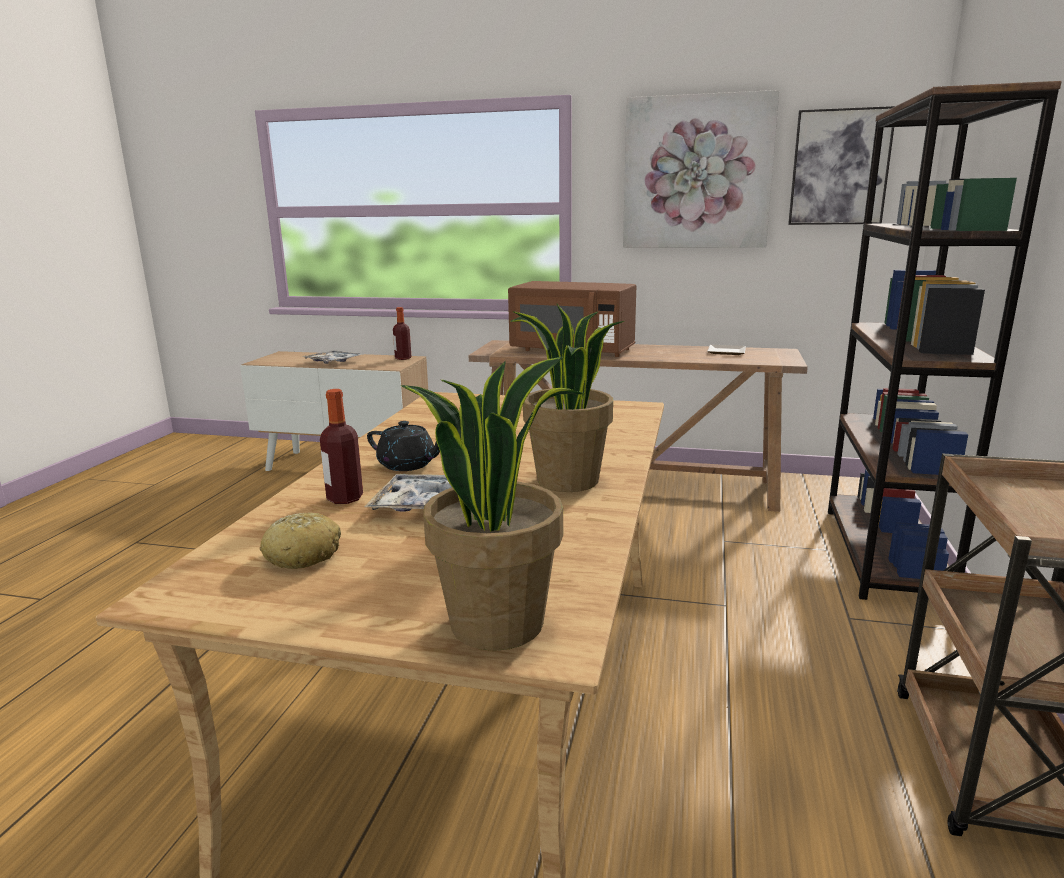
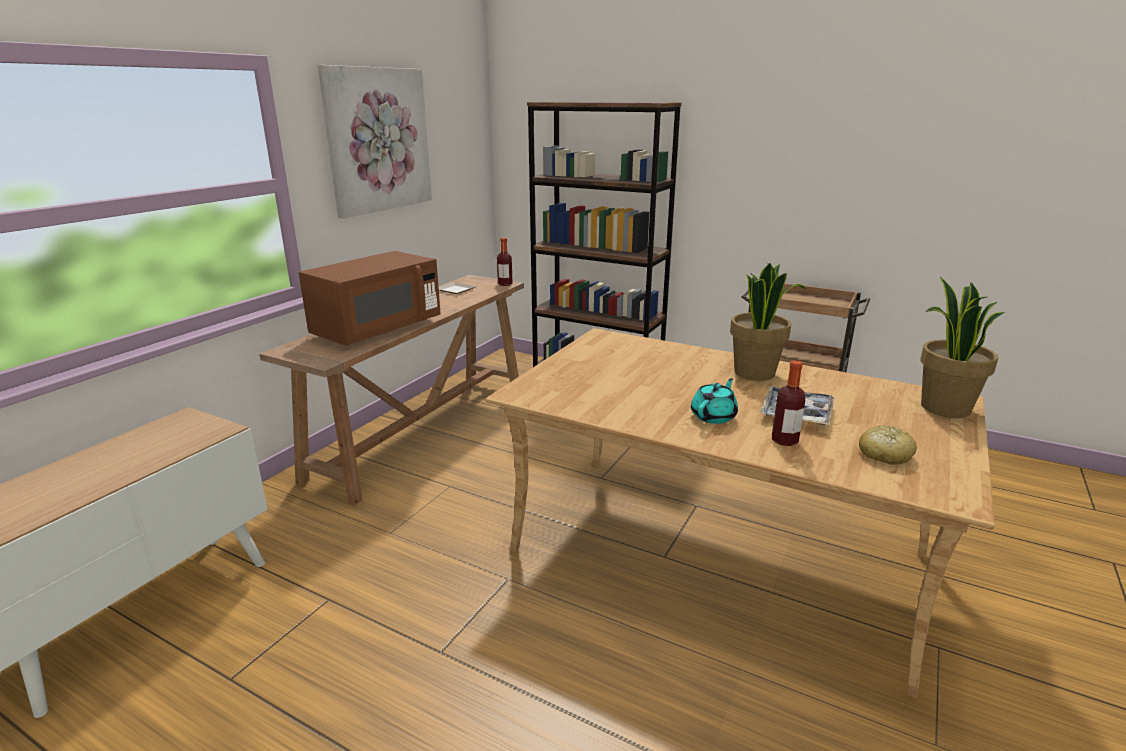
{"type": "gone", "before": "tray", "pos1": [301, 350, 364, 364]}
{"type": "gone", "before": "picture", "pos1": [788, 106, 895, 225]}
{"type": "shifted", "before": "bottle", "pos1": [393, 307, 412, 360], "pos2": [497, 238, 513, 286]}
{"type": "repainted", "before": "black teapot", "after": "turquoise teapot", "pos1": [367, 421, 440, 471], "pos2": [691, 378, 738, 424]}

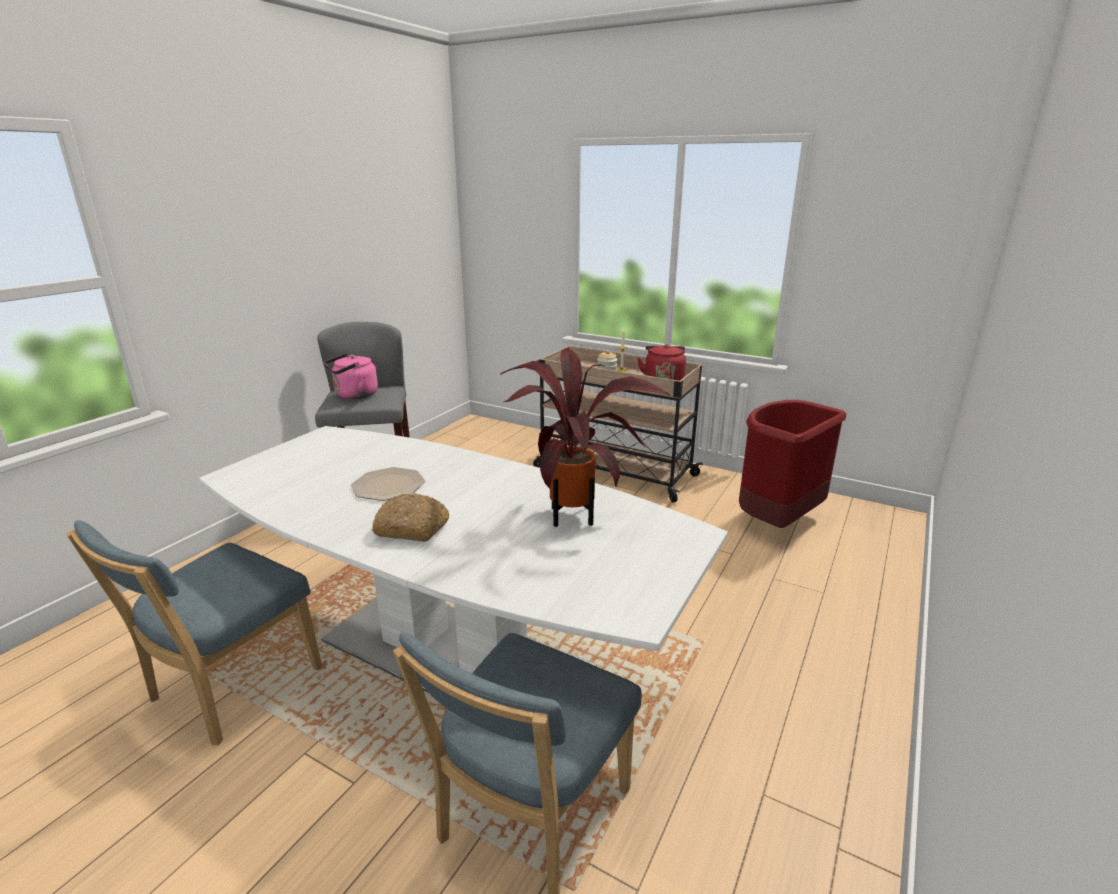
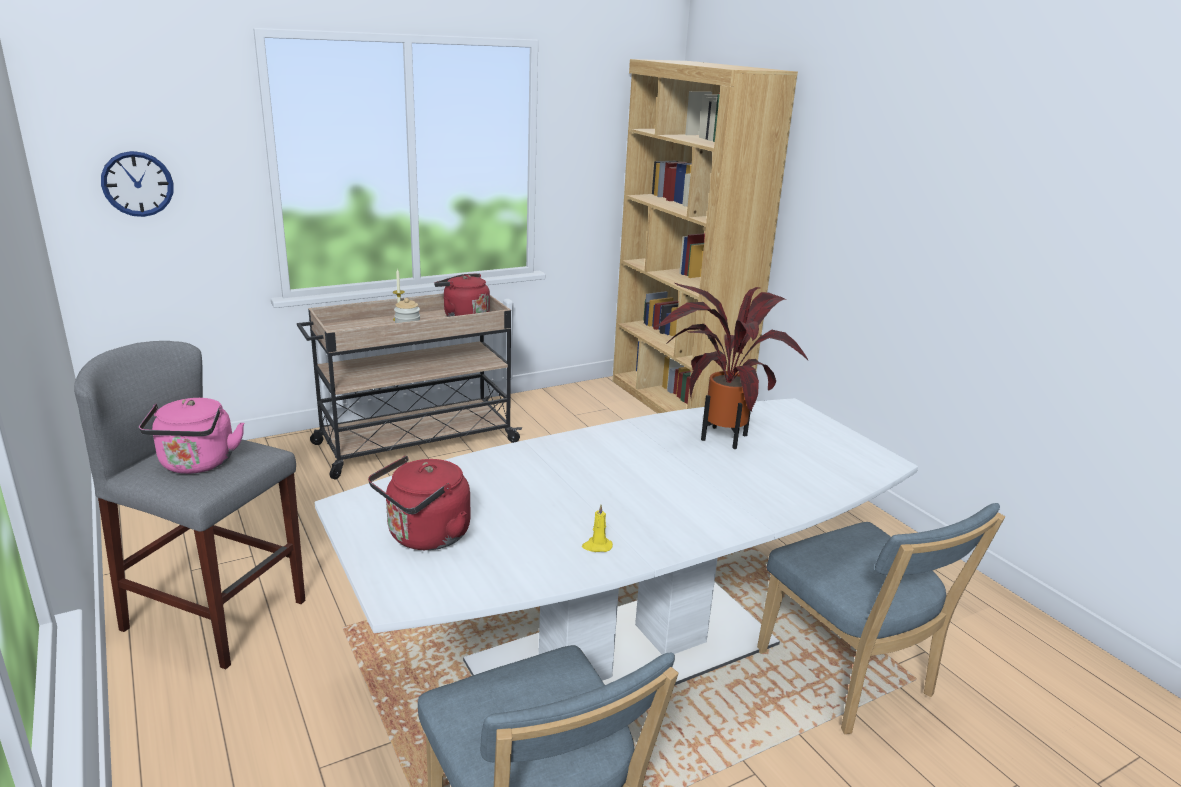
{"type": "gone", "before": "plate", "pos1": [351, 467, 425, 501]}
{"type": "gone", "before": "bread", "pos1": [372, 493, 449, 542]}
{"type": "gone", "before": "red trash can", "pos1": [739, 400, 846, 528]}
{"type": "new", "after": "wall clock", "pos2": [101, 151, 174, 217]}
{"type": "new", "after": "red kettle", "pos2": [368, 456, 471, 550]}
{"type": "new", "after": "yellow candle", "pos2": [582, 504, 613, 552]}
{"type": "new", "after": "brown bookcase", "pos2": [613, 59, 798, 413]}

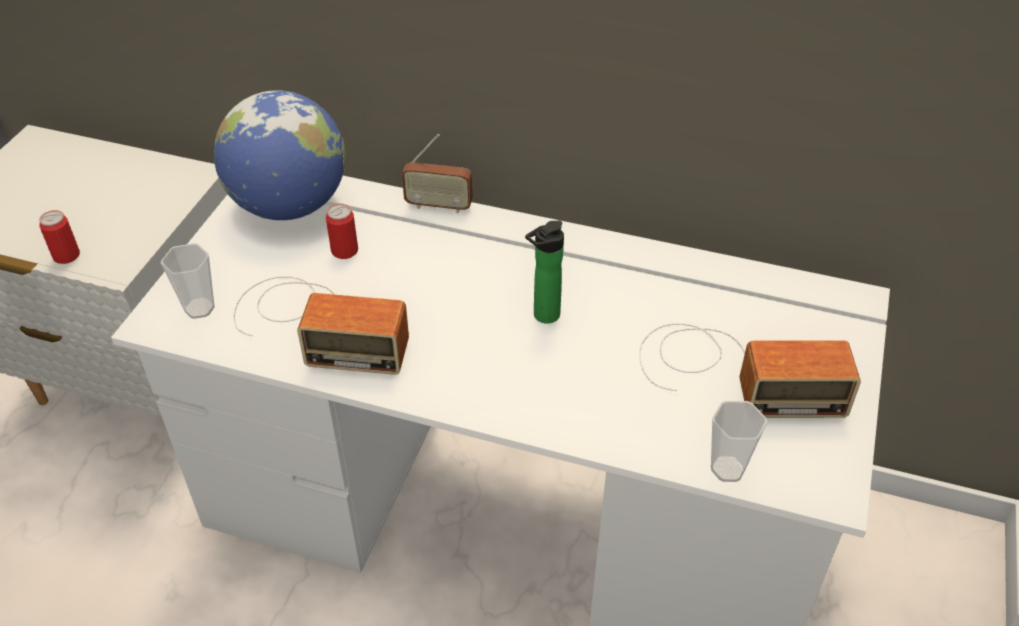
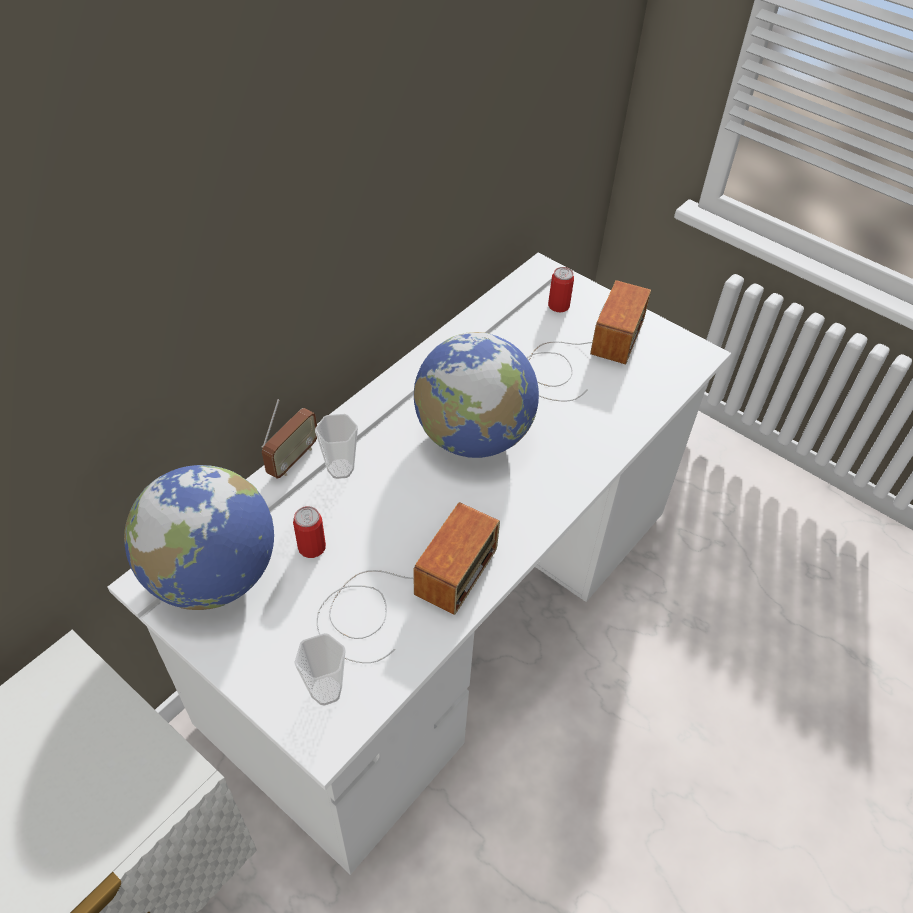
{"type": "shifted", "before": "can", "pos1": [39, 210, 80, 264], "pos2": [548, 267, 574, 313]}
{"type": "shifted", "before": "cup", "pos1": [711, 401, 767, 482], "pos2": [315, 414, 358, 479]}
{"type": "swapped", "before": "bottle", "after": "globe", "pos1": [525, 221, 564, 324], "pos2": [414, 332, 539, 458]}

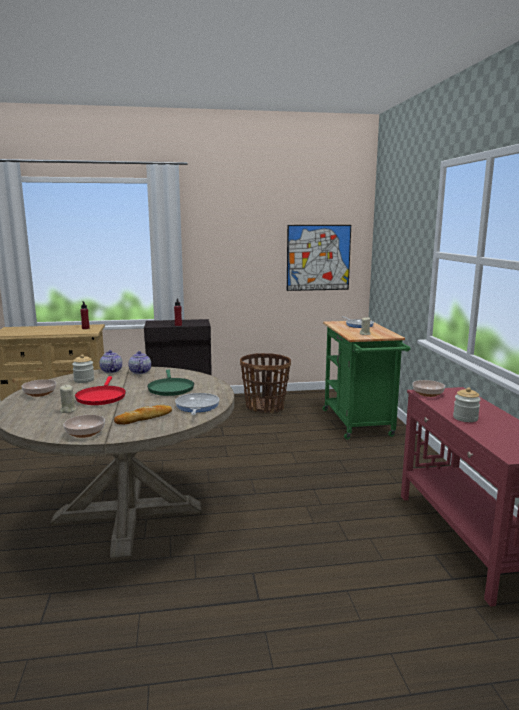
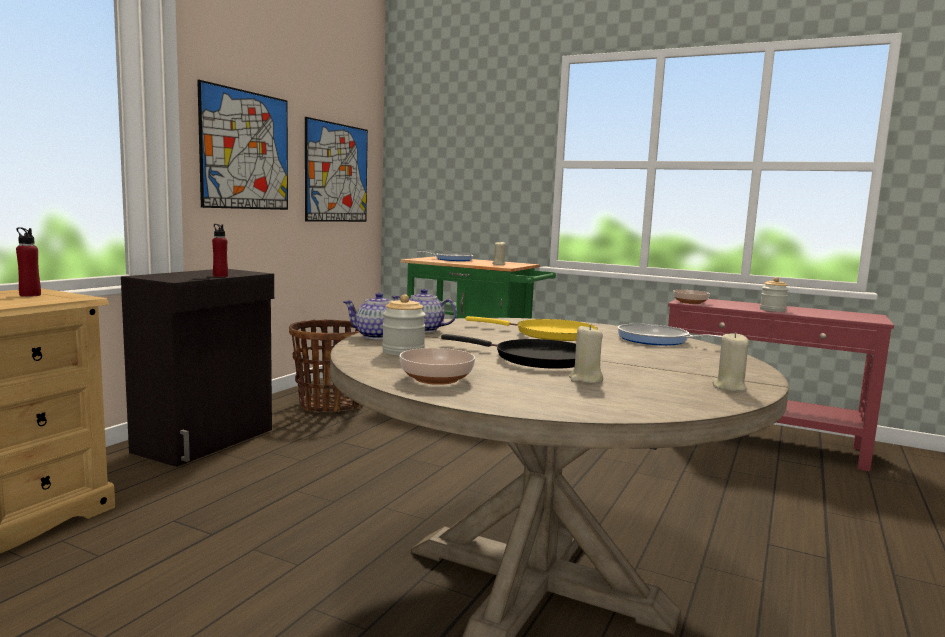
{"type": "gone", "before": "bread", "pos1": [114, 405, 172, 425]}
{"type": "new", "after": "picture", "pos2": [197, 80, 288, 210]}
{"type": "swapped", "before": "bowl", "after": "beige candle", "pos1": [63, 415, 105, 438], "pos2": [712, 332, 749, 391]}
{"type": "repainted", "before": "red frying pan", "after": "black frying pan", "pos1": [75, 376, 126, 405], "pos2": [441, 334, 576, 369]}
{"type": "repainted", "before": "green frying pan", "after": "yellow frying pan", "pos1": [147, 370, 194, 396], "pos2": [466, 316, 598, 341]}

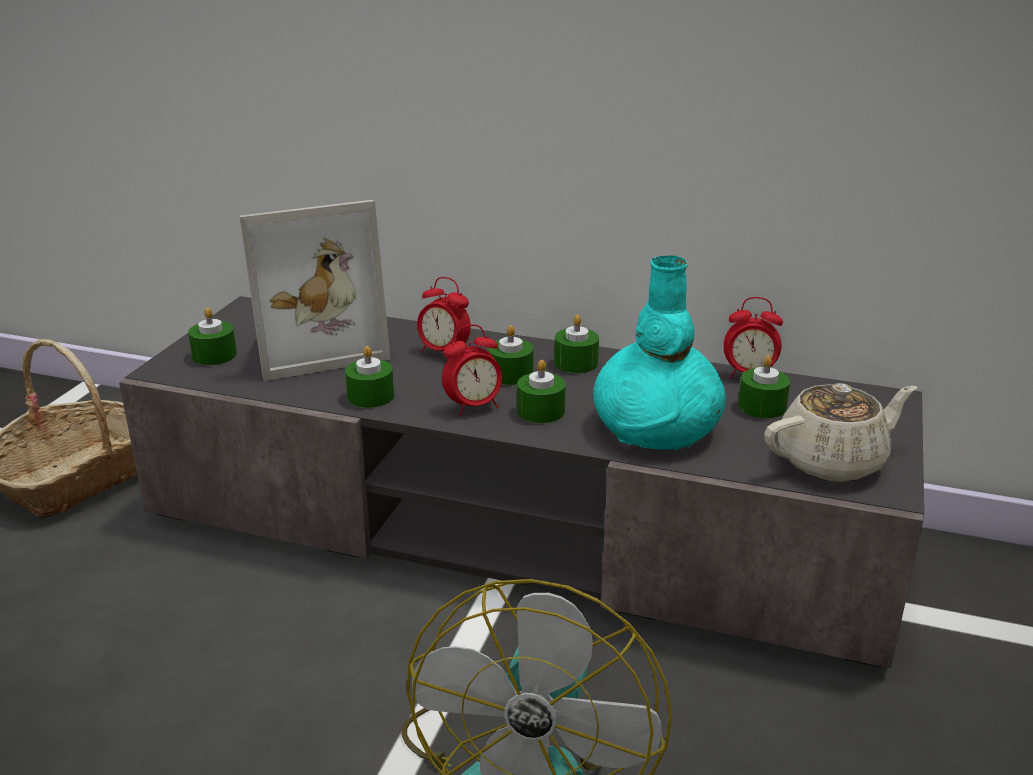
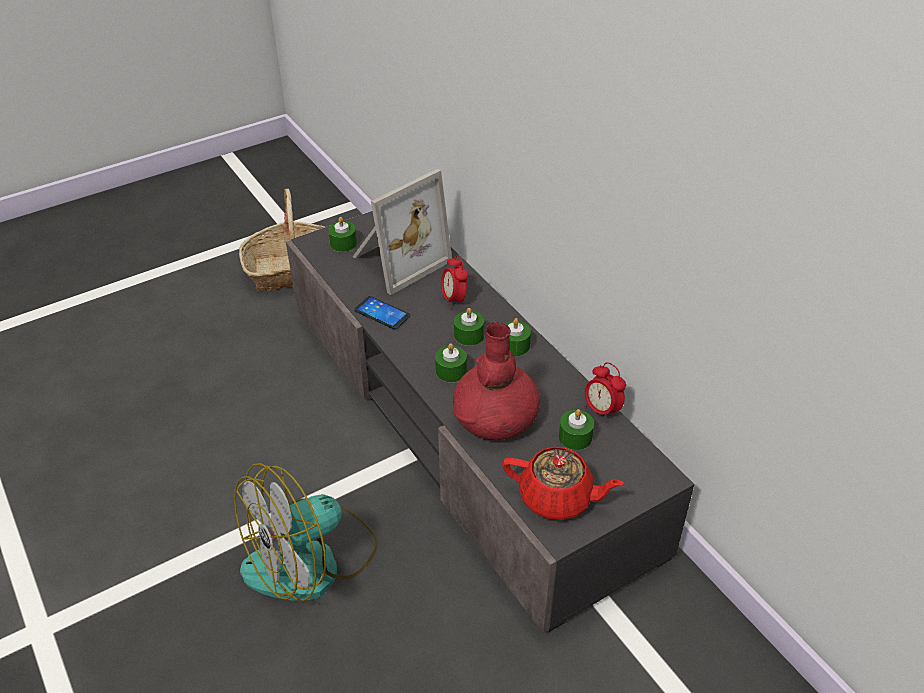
{"type": "gone", "before": "alarm clock", "pos1": [442, 324, 502, 416]}
{"type": "swapped", "before": "green candle", "after": "phone", "pos1": [345, 346, 394, 408], "pos2": [354, 296, 410, 330]}
{"type": "repainted", "before": "turquoise vase", "after": "red vase", "pos1": [593, 255, 726, 450], "pos2": [453, 322, 540, 441]}
{"type": "repainted", "before": "beige teapot", "after": "red teapot", "pos1": [764, 383, 917, 482], "pos2": [502, 447, 624, 520]}
{"type": "rotated", "before": "picture frame", "pos1": [239, 200, 391, 381], "pos2": [353, 169, 452, 295], "turn": -60}

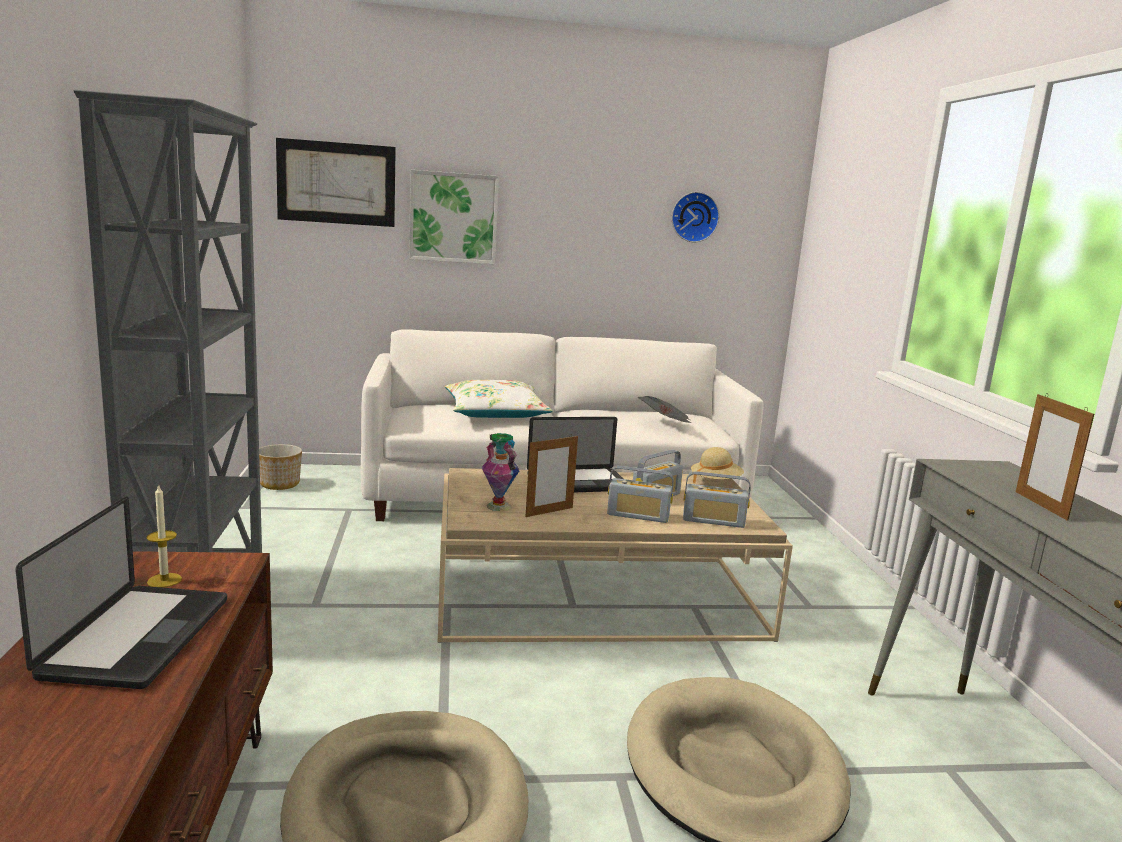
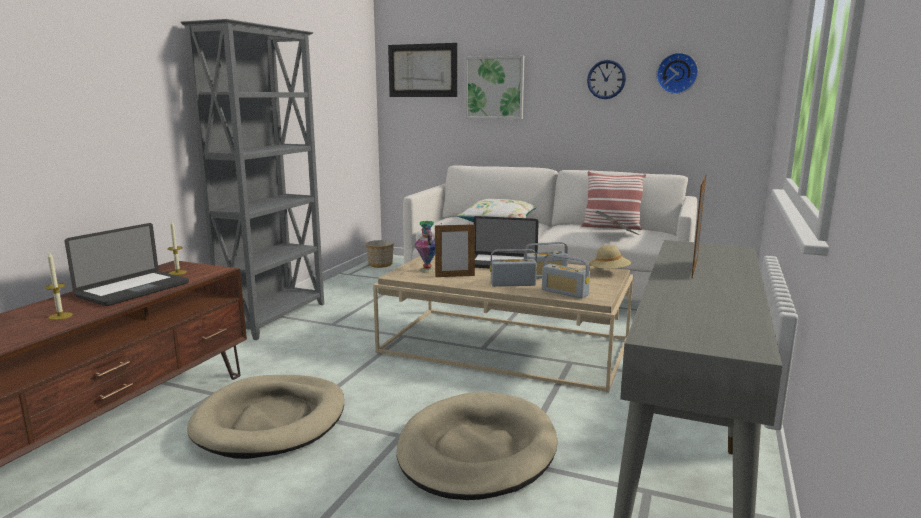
{"type": "new", "after": "candle", "pos2": [45, 252, 73, 320]}
{"type": "new", "after": "pillow", "pos2": [581, 171, 646, 230]}
{"type": "new", "after": "wall clock", "pos2": [587, 60, 626, 99]}
{"type": "rotated", "before": "radio", "pos1": [607, 466, 674, 523], "pos2": [490, 249, 537, 287], "turn": 135}

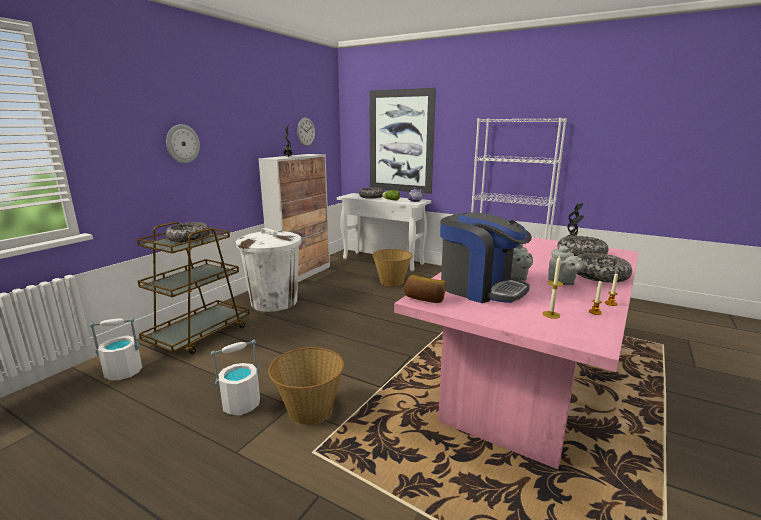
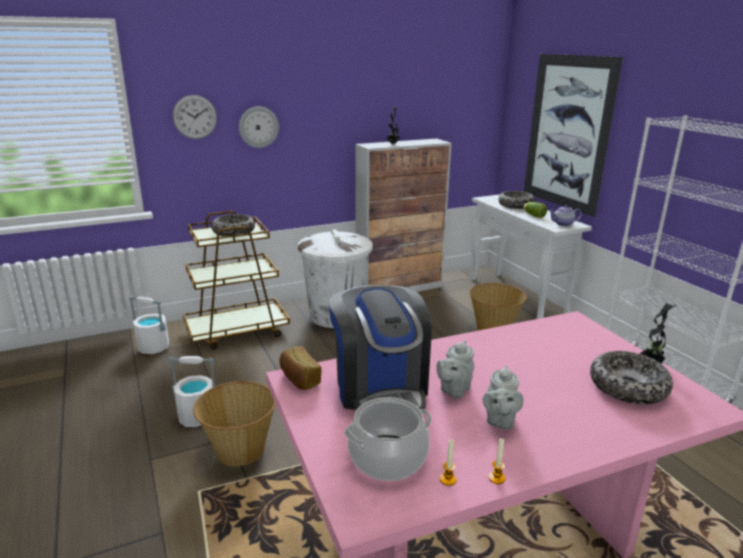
{"type": "gone", "before": "bowl", "pos1": [576, 253, 632, 283]}
{"type": "shifted", "before": "wall clock", "pos1": [297, 118, 315, 146], "pos2": [173, 95, 217, 139]}
{"type": "swapped", "before": "candle", "after": "cooking pot", "pos1": [542, 255, 563, 319], "pos2": [344, 397, 432, 481]}

